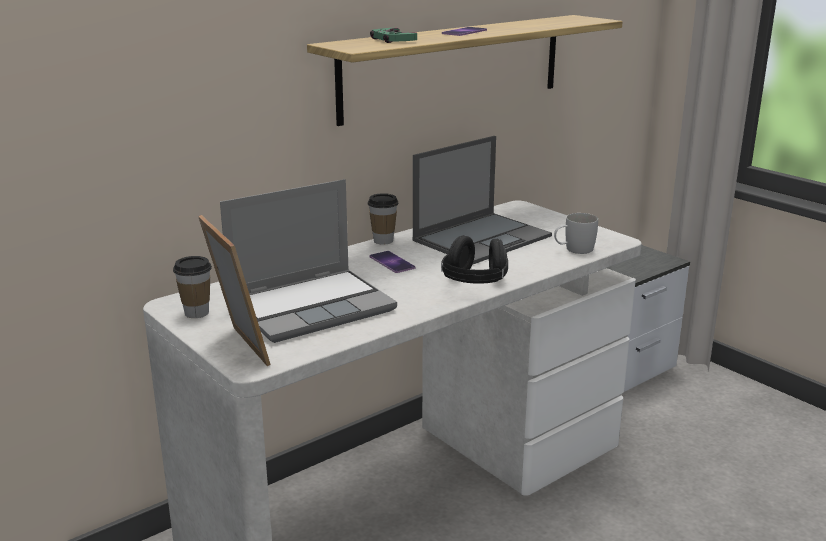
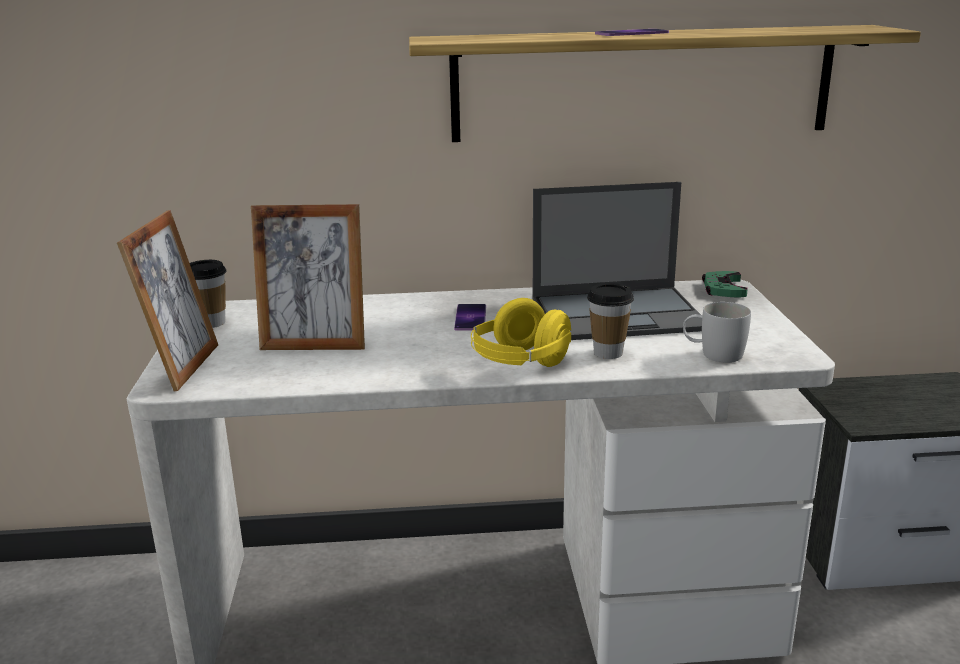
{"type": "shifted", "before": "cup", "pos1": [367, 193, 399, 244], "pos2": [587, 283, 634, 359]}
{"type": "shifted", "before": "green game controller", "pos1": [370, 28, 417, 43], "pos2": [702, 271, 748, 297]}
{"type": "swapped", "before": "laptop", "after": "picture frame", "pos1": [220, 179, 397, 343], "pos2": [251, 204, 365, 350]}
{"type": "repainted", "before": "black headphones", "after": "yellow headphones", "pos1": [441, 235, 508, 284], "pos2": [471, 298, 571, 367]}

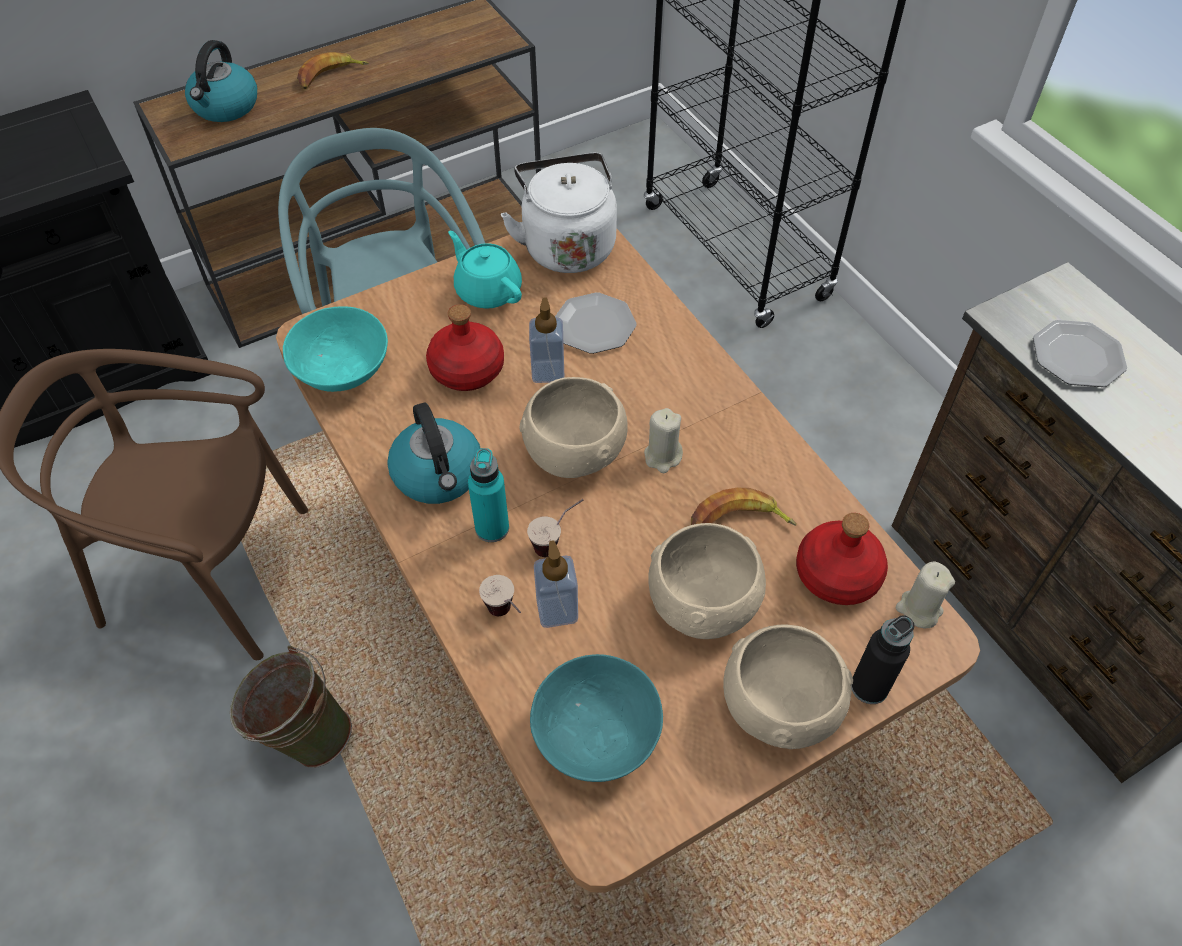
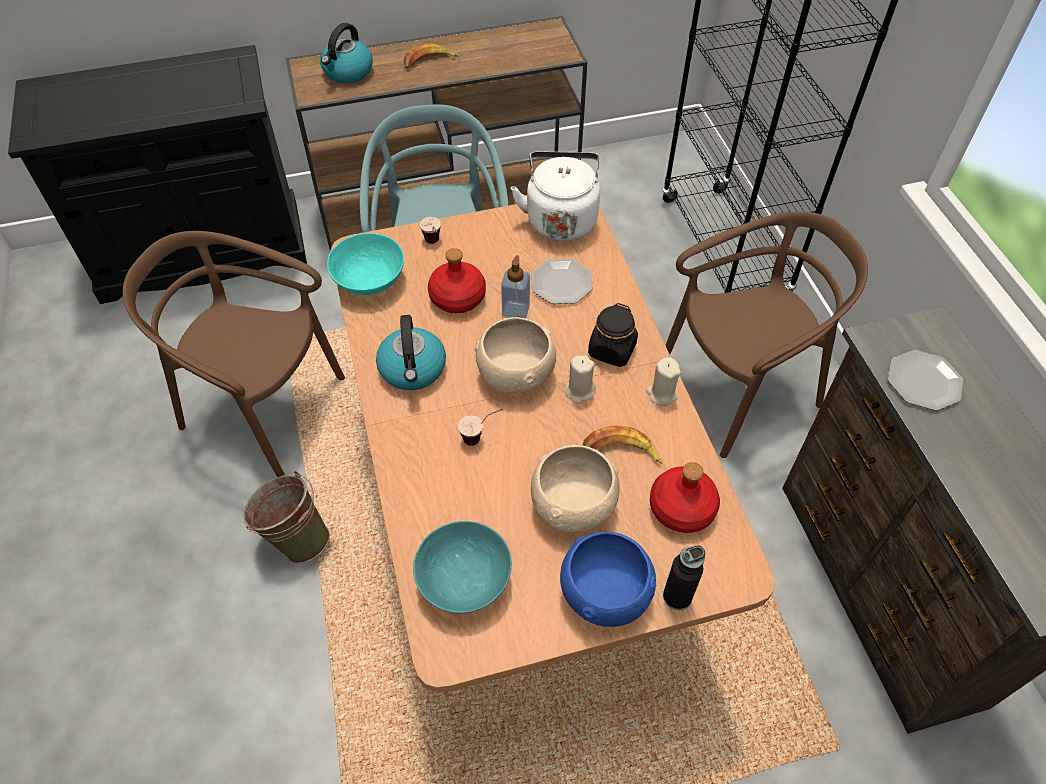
{"type": "gone", "before": "turquoise teapot", "pos1": [448, 231, 522, 309]}
{"type": "gone", "before": "turquoise bottle", "pos1": [468, 448, 509, 542]}
{"type": "gone", "before": "soap dispenser", "pos1": [534, 540, 578, 628]}
{"type": "new", "after": "black jar", "pos2": [588, 303, 638, 367]}
{"type": "new", "after": "brown chair", "pos2": [665, 211, 868, 458]}
{"type": "shifted", "before": "cup", "pos1": [479, 575, 521, 616], "pos2": [420, 217, 441, 244]}
{"type": "shifted", "before": "beige candle", "pos1": [896, 561, 955, 628], "pos2": [646, 357, 681, 406]}
{"type": "repainted", "before": "beige bowl", "after": "blue bowl", "pos1": [723, 625, 853, 749], "pos2": [560, 532, 656, 627]}

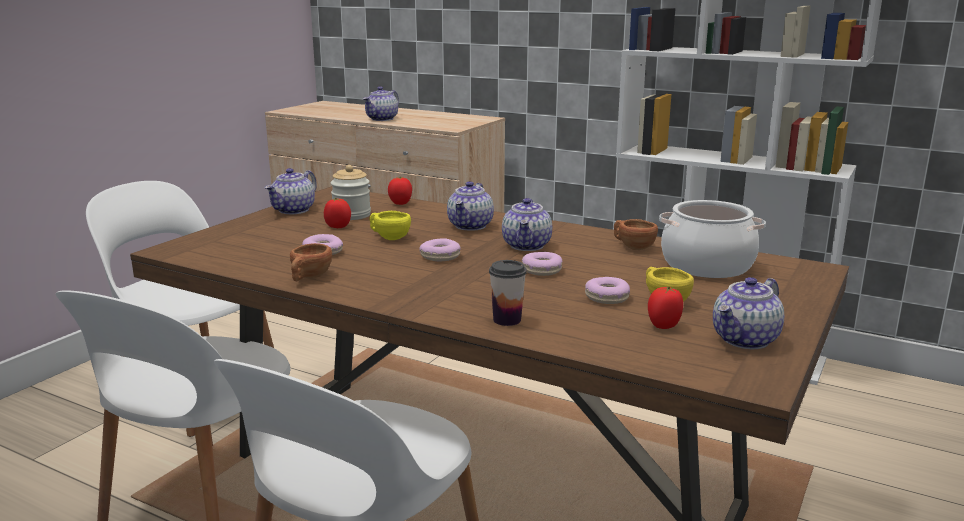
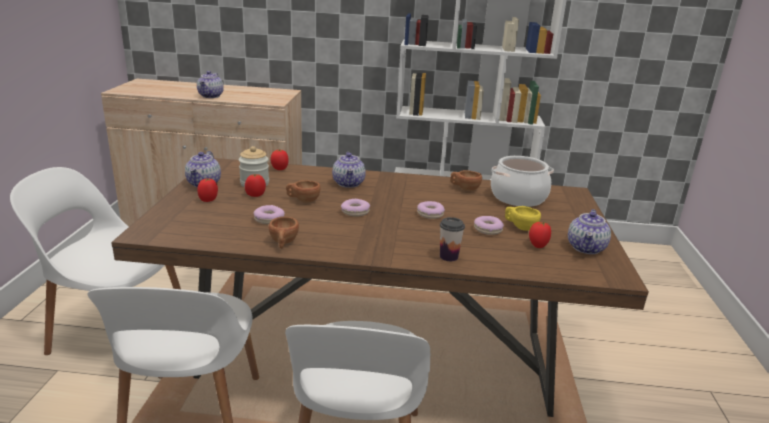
{"type": "gone", "before": "teapot", "pos1": [502, 198, 552, 251]}
{"type": "new", "after": "tomato", "pos2": [197, 178, 218, 202]}
{"type": "repainted", "before": "yellow cup", "after": "brown cup", "pos1": [369, 211, 411, 240], "pos2": [286, 180, 320, 203]}

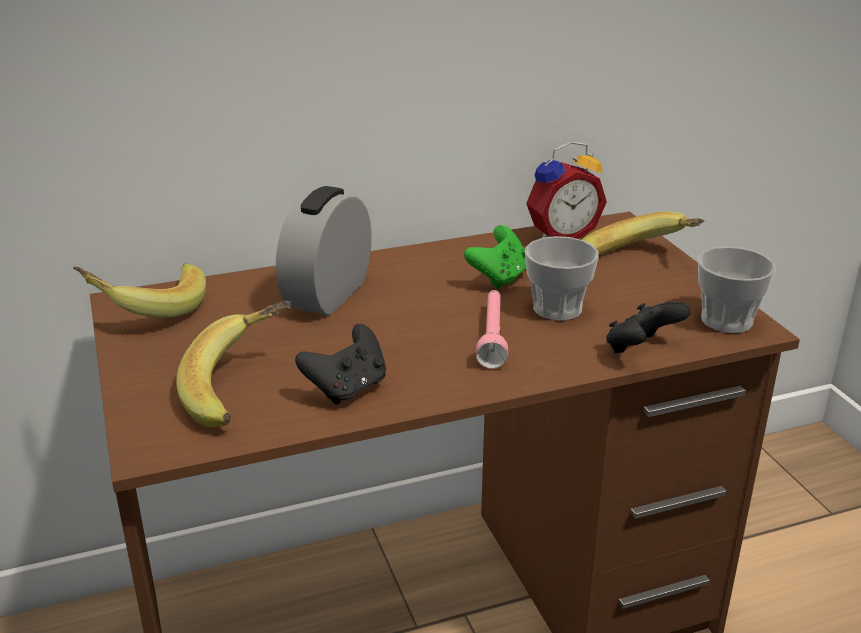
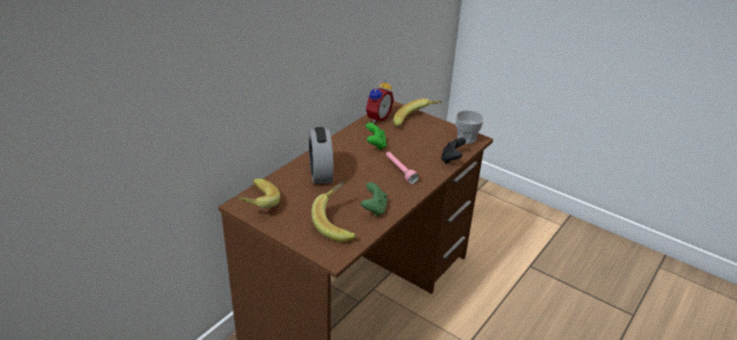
{"type": "gone", "before": "cup", "pos1": [525, 236, 599, 321]}
{"type": "repainted", "before": "black game controller", "after": "green game controller", "pos1": [295, 324, 386, 405], "pos2": [361, 182, 387, 216]}

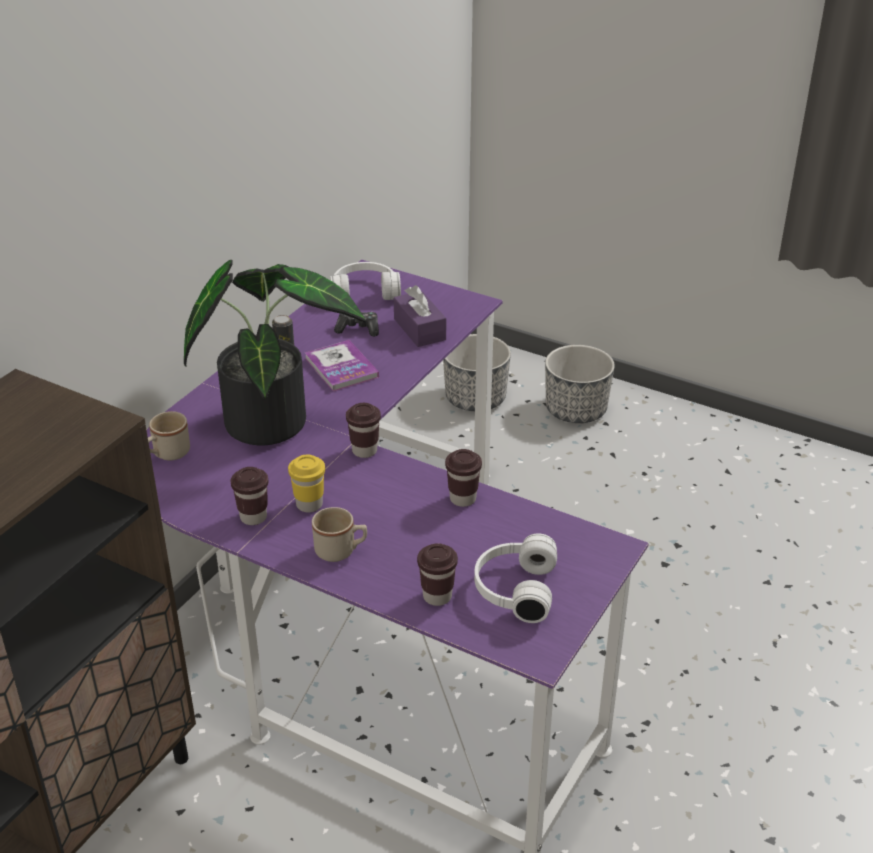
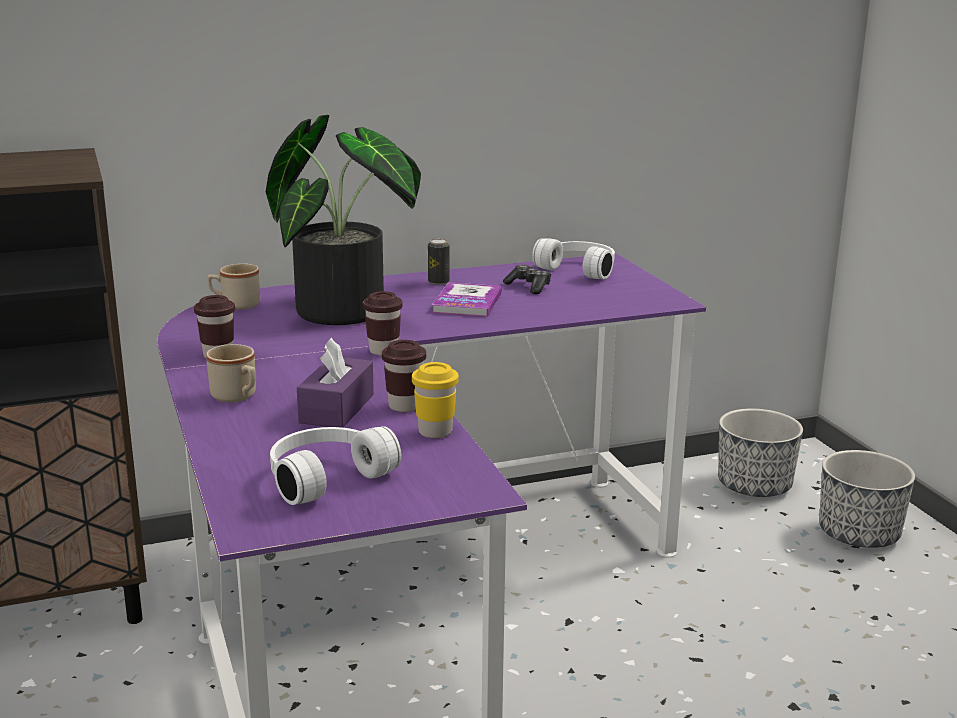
{"type": "gone", "before": "brown cup", "pos1": [417, 543, 458, 606]}
{"type": "shifted", "before": "yellow cup", "pos1": [288, 455, 325, 512], "pos2": [412, 362, 459, 438]}
{"type": "shifted", "before": "purple tissue box", "pos1": [394, 285, 446, 347], "pos2": [297, 337, 374, 428]}

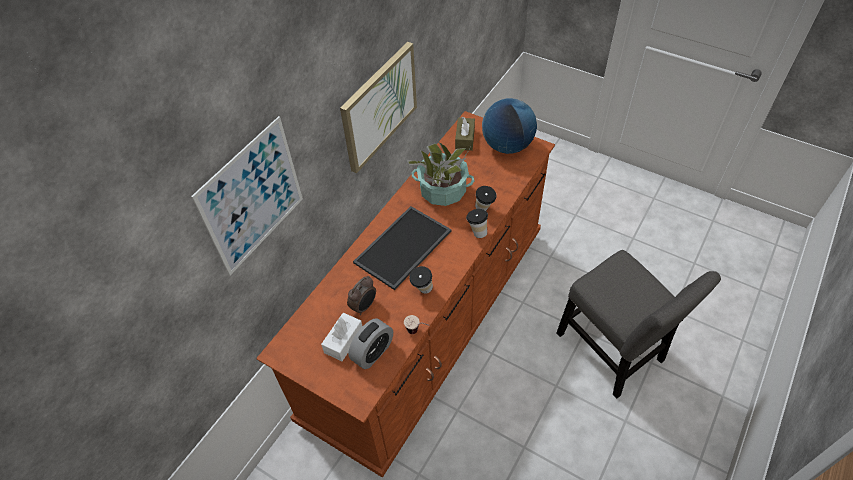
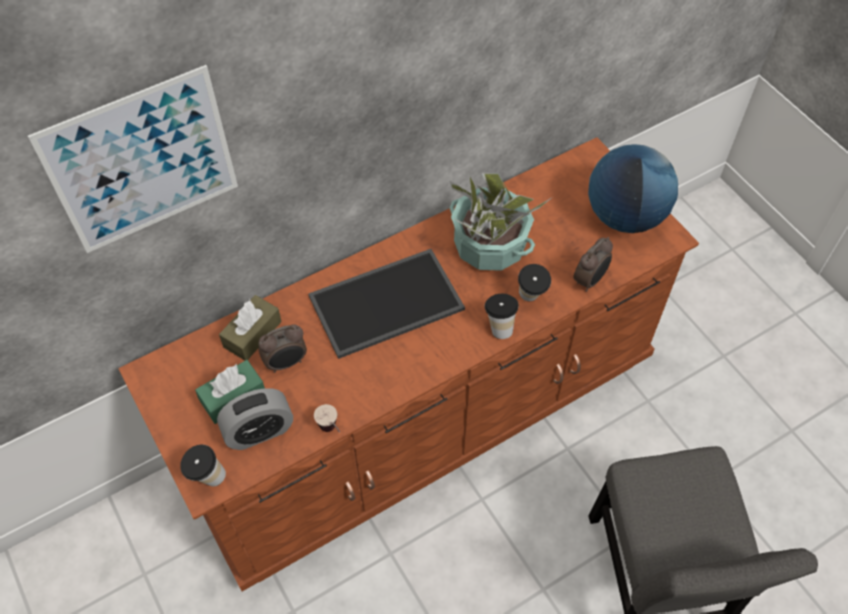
{"type": "gone", "before": "picture", "pos1": [340, 42, 417, 173]}
{"type": "new", "after": "alarm clock", "pos2": [573, 237, 613, 292]}
{"type": "shifted", "before": "cup", "pos1": [409, 266, 433, 294], "pos2": [180, 444, 226, 486]}
{"type": "shifted", "before": "brown tissue box", "pos1": [455, 117, 475, 151], "pos2": [219, 295, 282, 361]}
{"type": "repainted", "before": "white tissue box", "after": "green tissue box", "pos1": [321, 313, 363, 361], "pos2": [195, 360, 265, 424]}

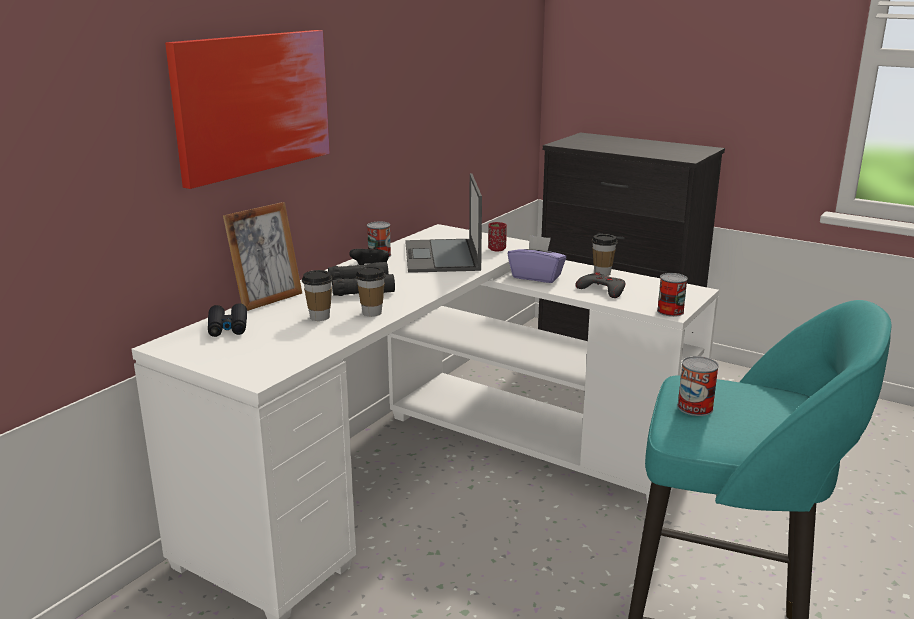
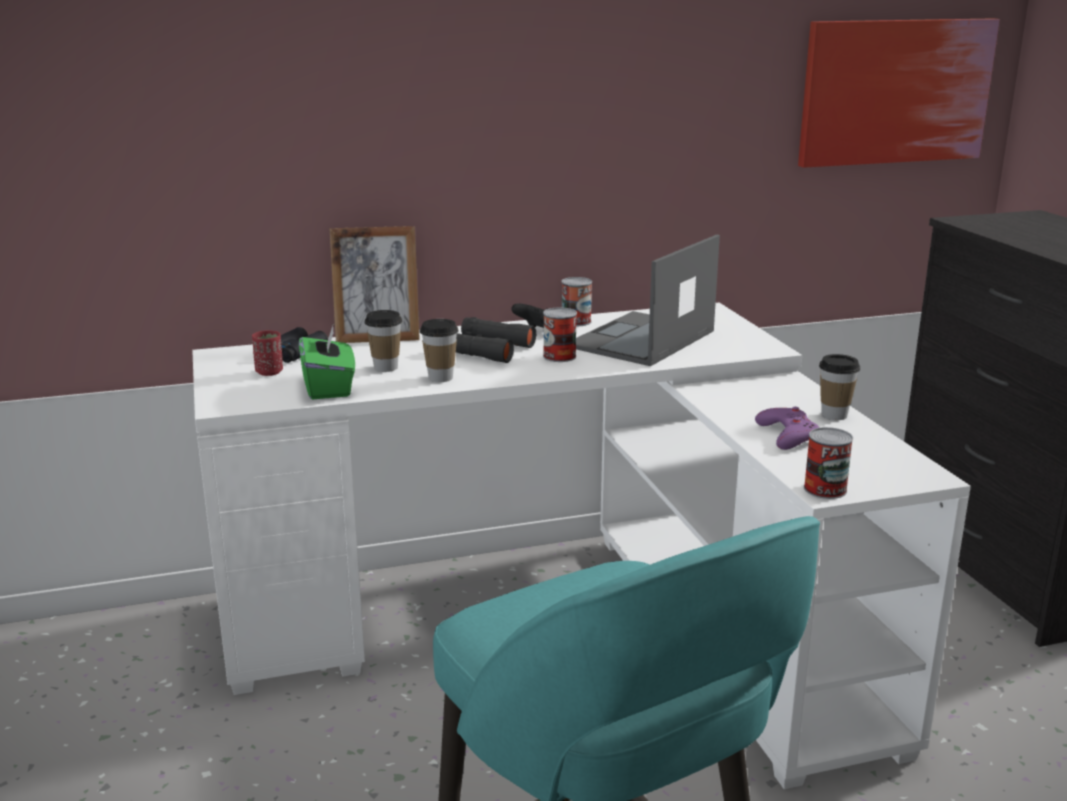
{"type": "gone", "before": "purple tissue box", "pos1": [508, 235, 567, 283]}
{"type": "new", "after": "green tissue box", "pos2": [299, 323, 355, 400]}
{"type": "shifted", "before": "picture", "pos1": [165, 30, 330, 189], "pos2": [798, 18, 1000, 168]}
{"type": "shifted", "before": "red cup", "pos1": [488, 222, 507, 251], "pos2": [252, 331, 283, 376]}
{"type": "shifted", "before": "can", "pos1": [677, 356, 719, 416], "pos2": [543, 307, 577, 362]}
{"type": "repainted", "before": "grey game controller", "after": "purple game controller", "pos1": [576, 272, 625, 298], "pos2": [755, 407, 819, 450]}

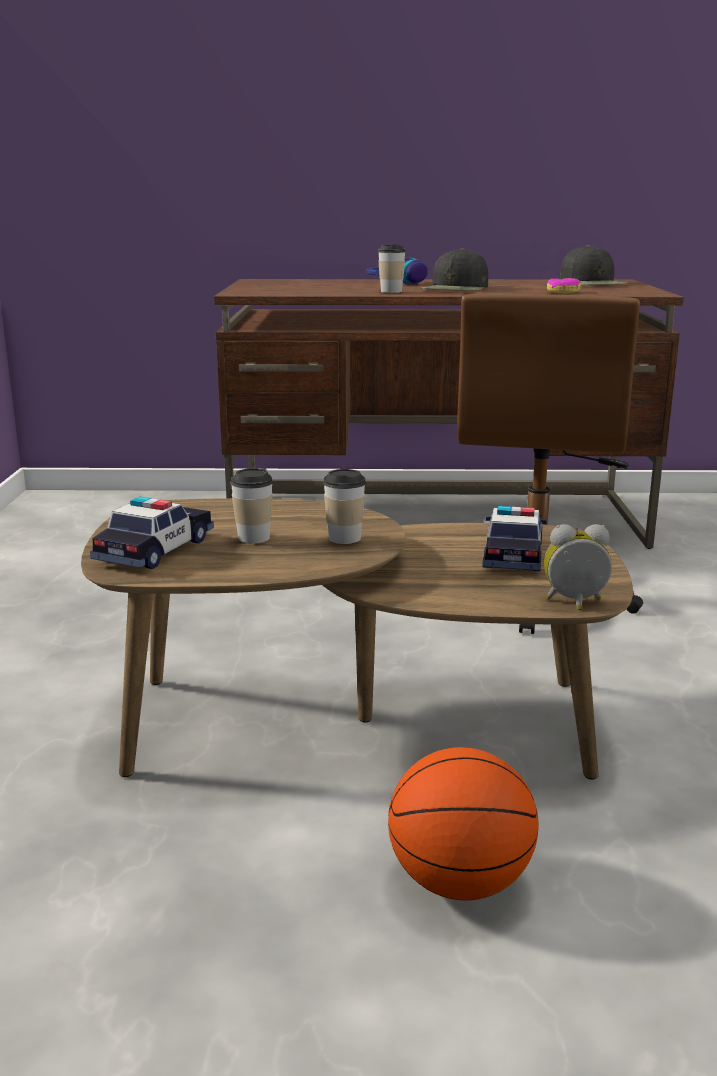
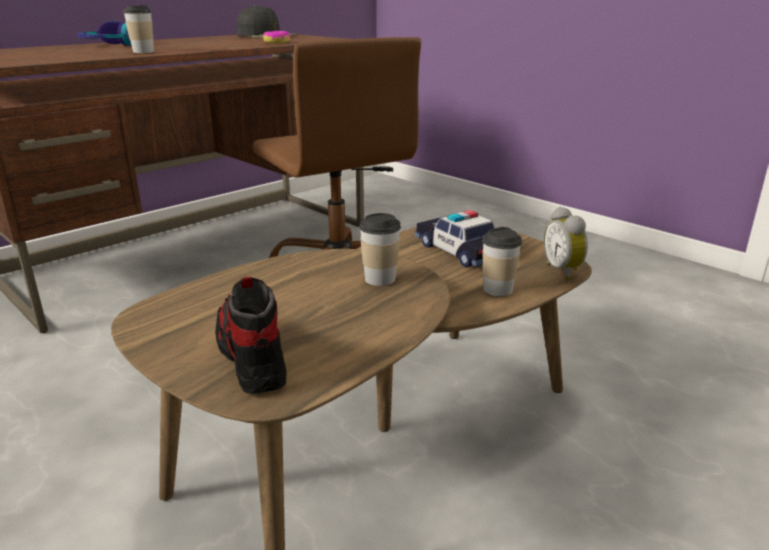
{"type": "gone", "before": "basketball", "pos1": [388, 747, 539, 900]}
{"type": "gone", "before": "black cap", "pos1": [421, 248, 488, 291]}
{"type": "shifted", "before": "cup", "pos1": [230, 468, 273, 544], "pos2": [482, 227, 522, 296]}
{"type": "swapped", "before": "toy car", "after": "shoe", "pos1": [90, 497, 214, 569], "pos2": [215, 277, 287, 394]}
{"type": "rotated", "before": "alarm clock", "pos1": [544, 524, 612, 610], "pos2": [544, 207, 588, 280], "turn": -60}

